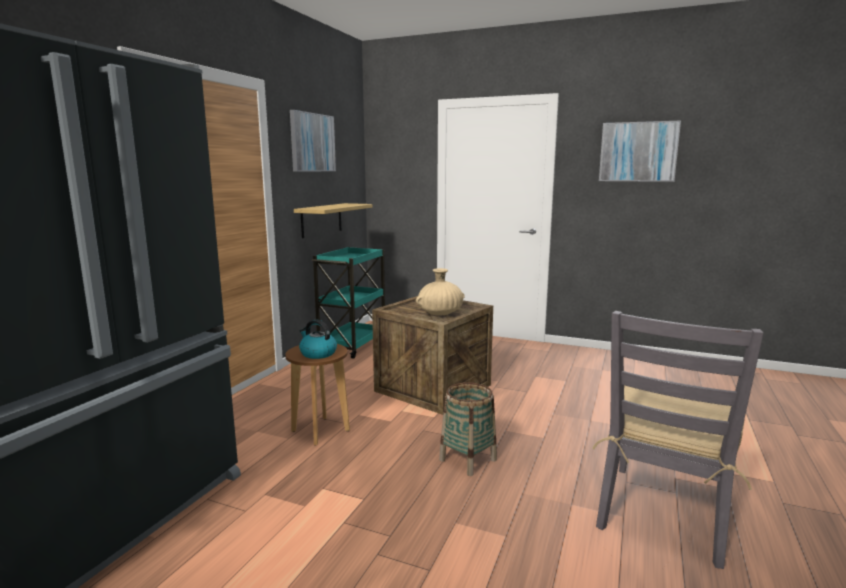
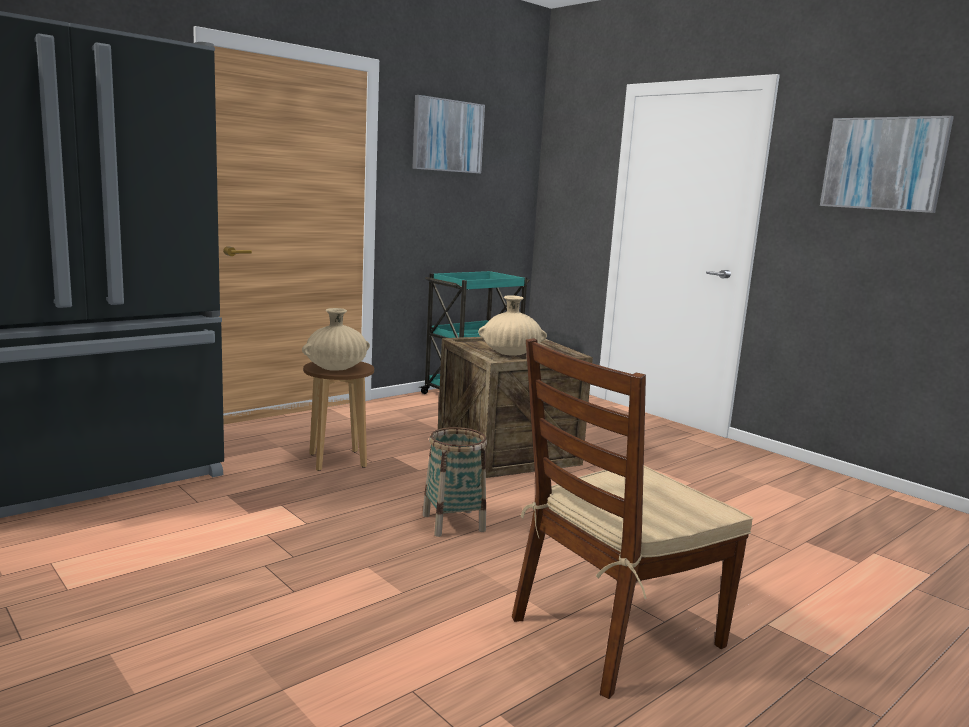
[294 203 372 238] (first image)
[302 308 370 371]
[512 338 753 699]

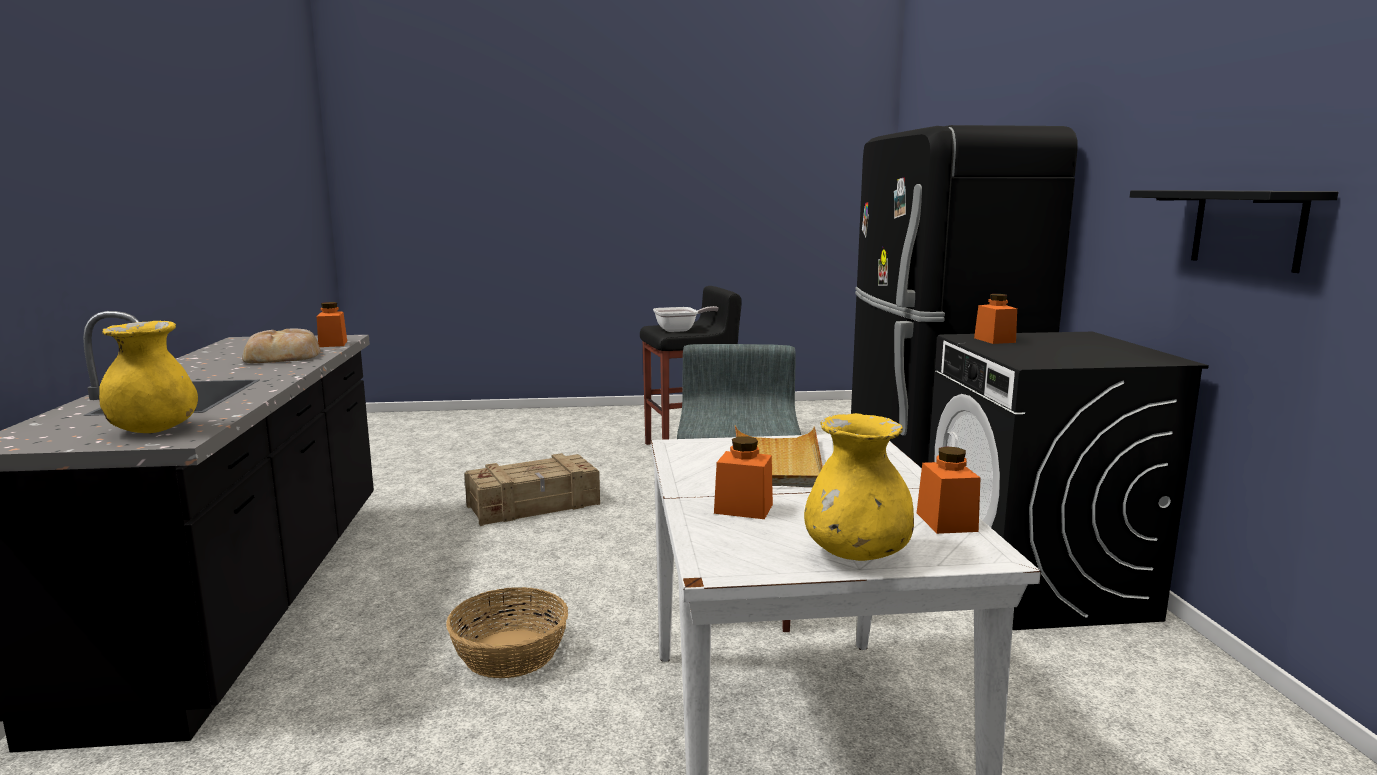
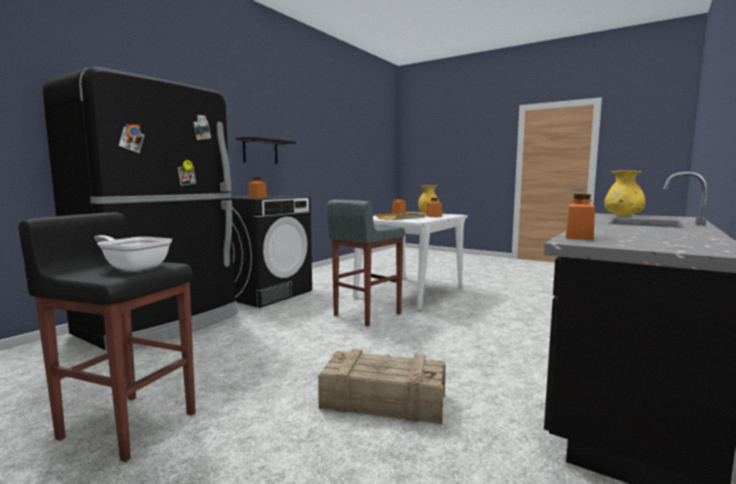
[242 329 320 363] (first image)
[446 587 568 678] (first image)

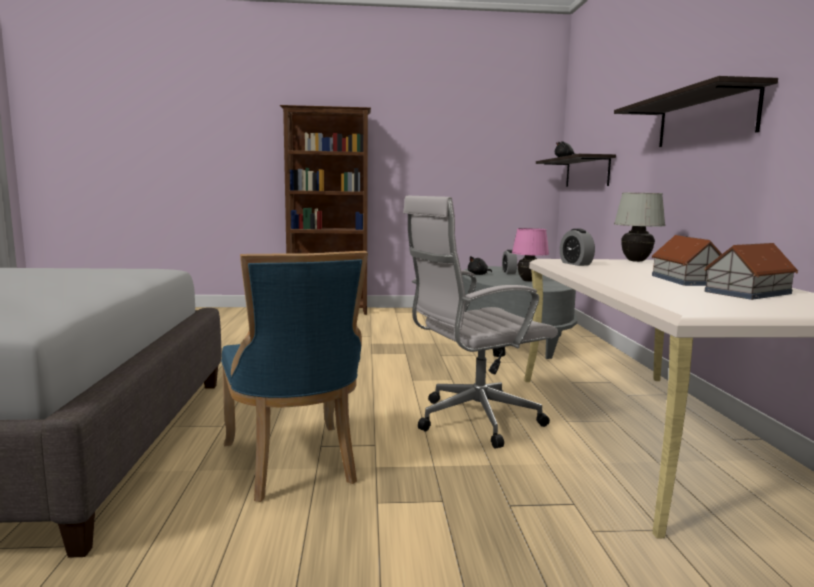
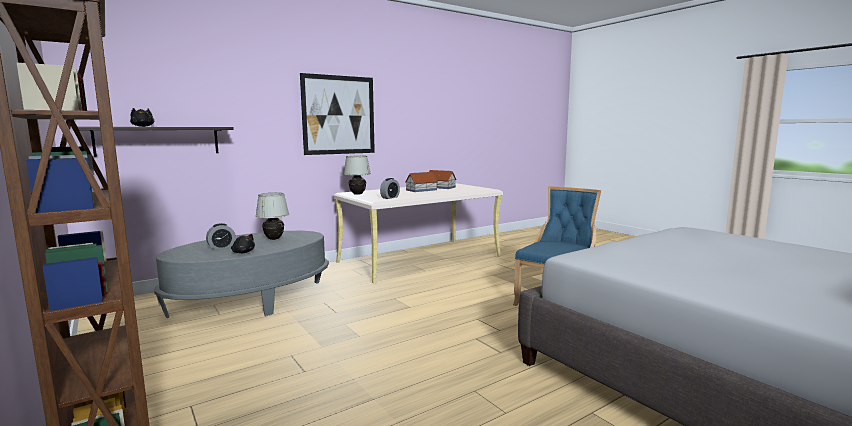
[403 195 558 449] (first image)
[300 73 375 155]
[256 193 289 240]

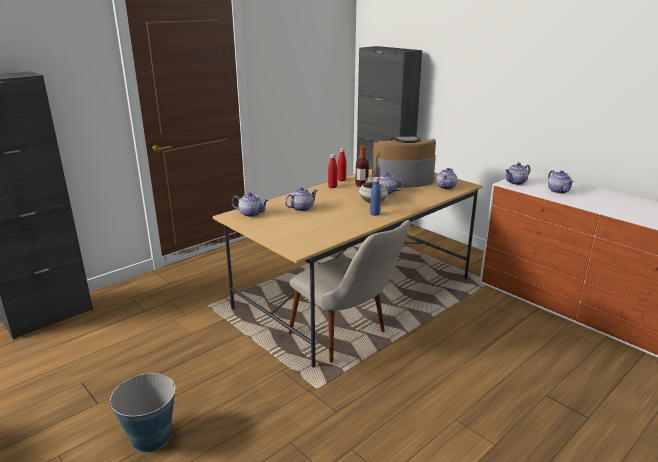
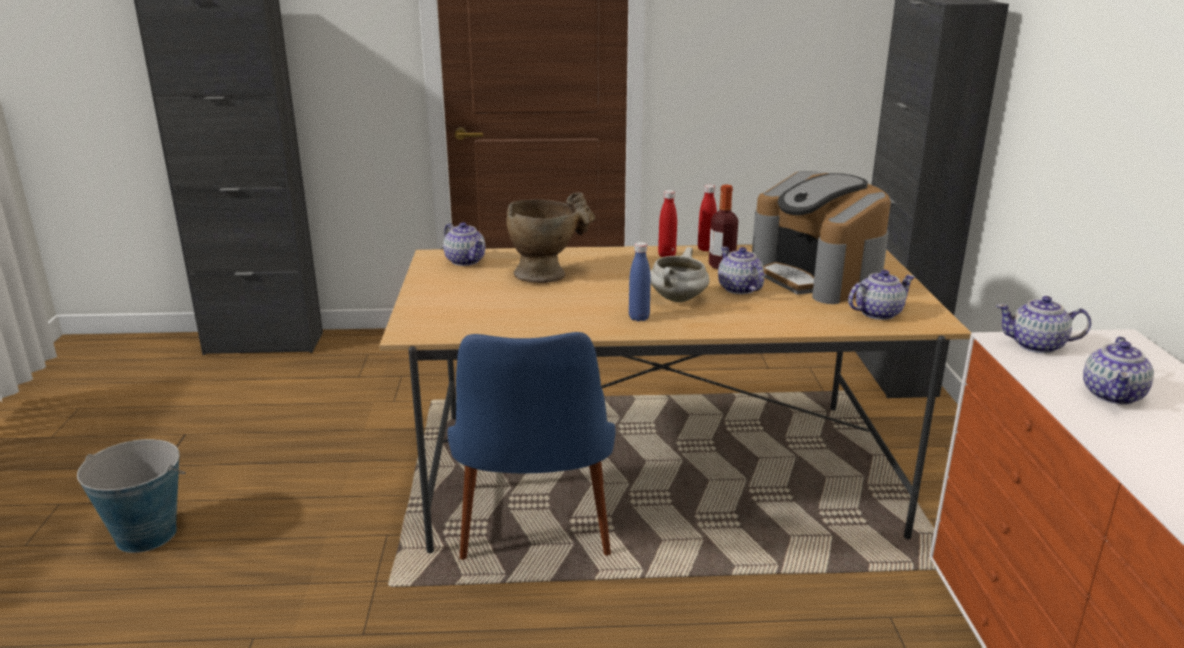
[507 192 596 283]
[447 332 616 560]
[752 171 891 304]

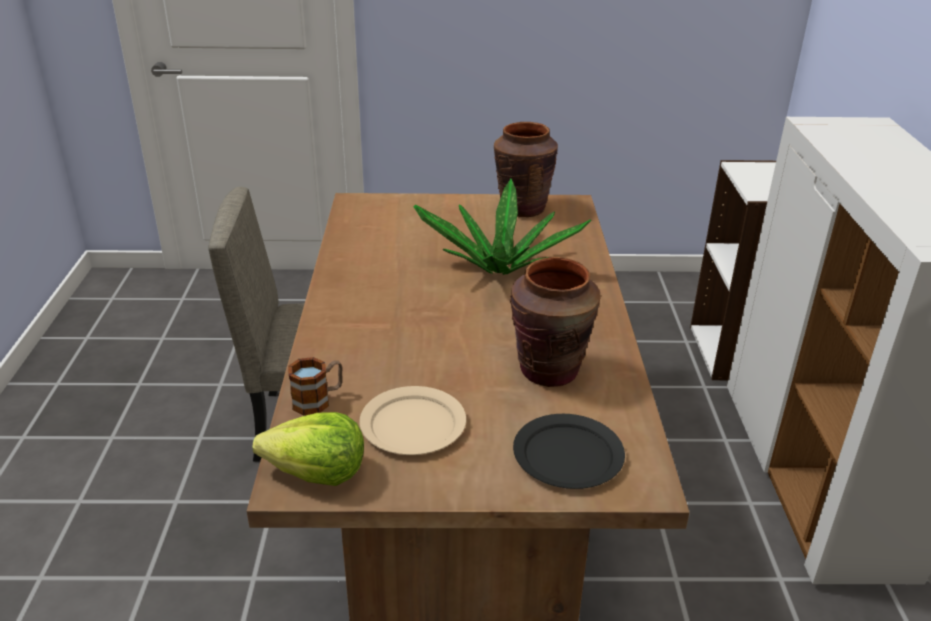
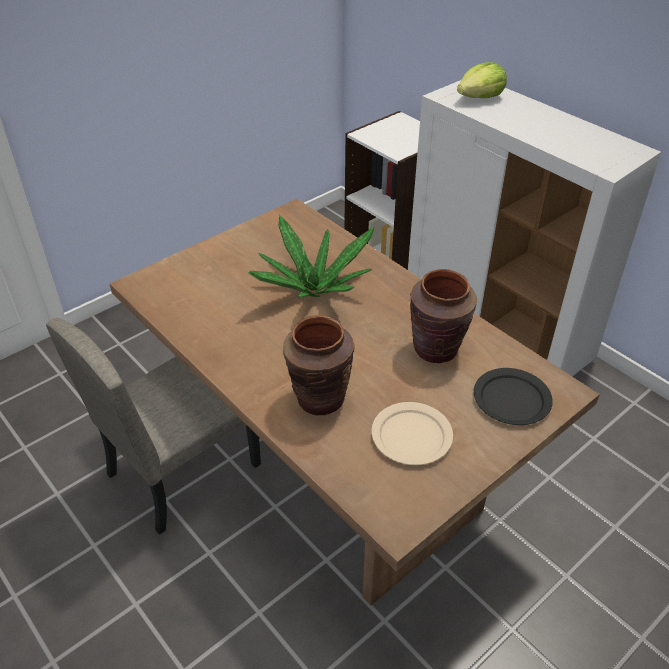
[288 357 343 415] (first image)
[457 62 507 98]
[283 315 354 415]

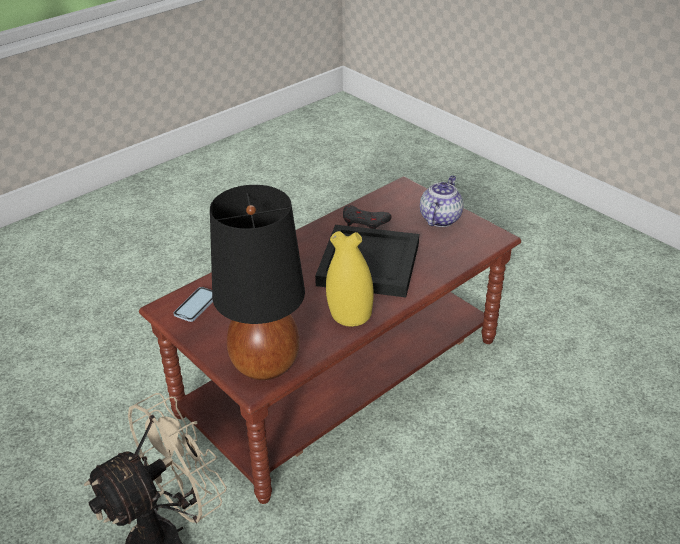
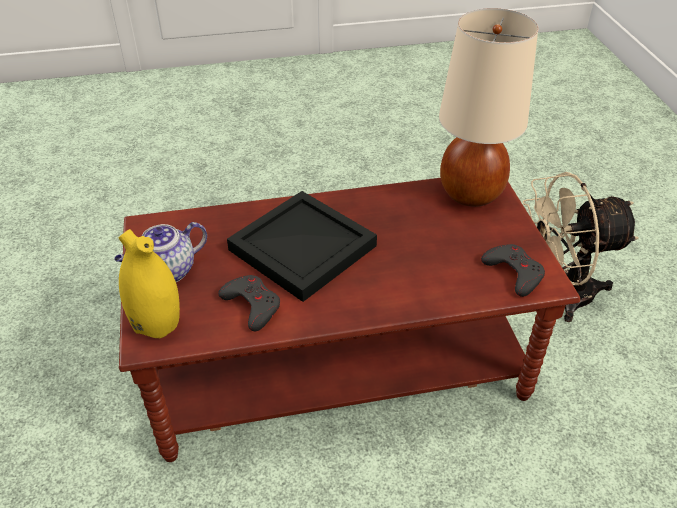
[118 229 180 338]
[481 244 545 297]
[439 8 538 207]

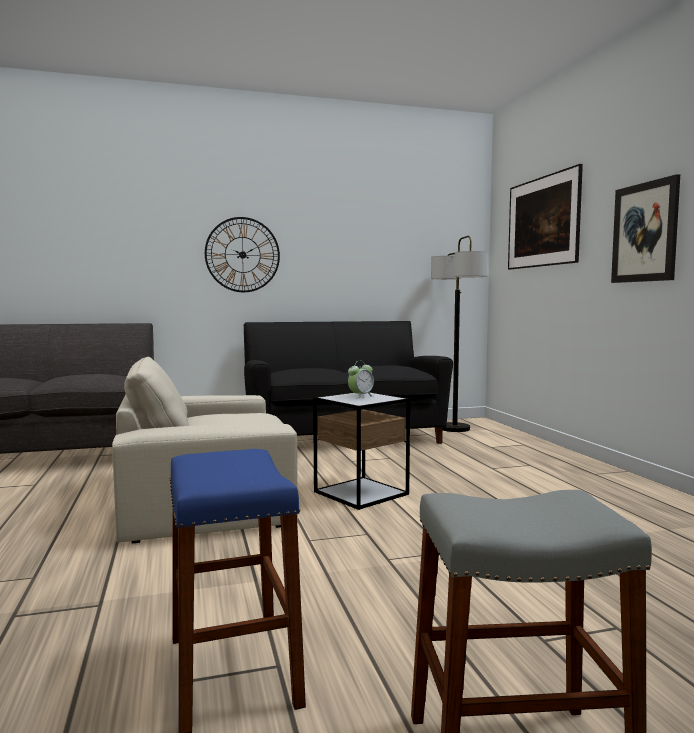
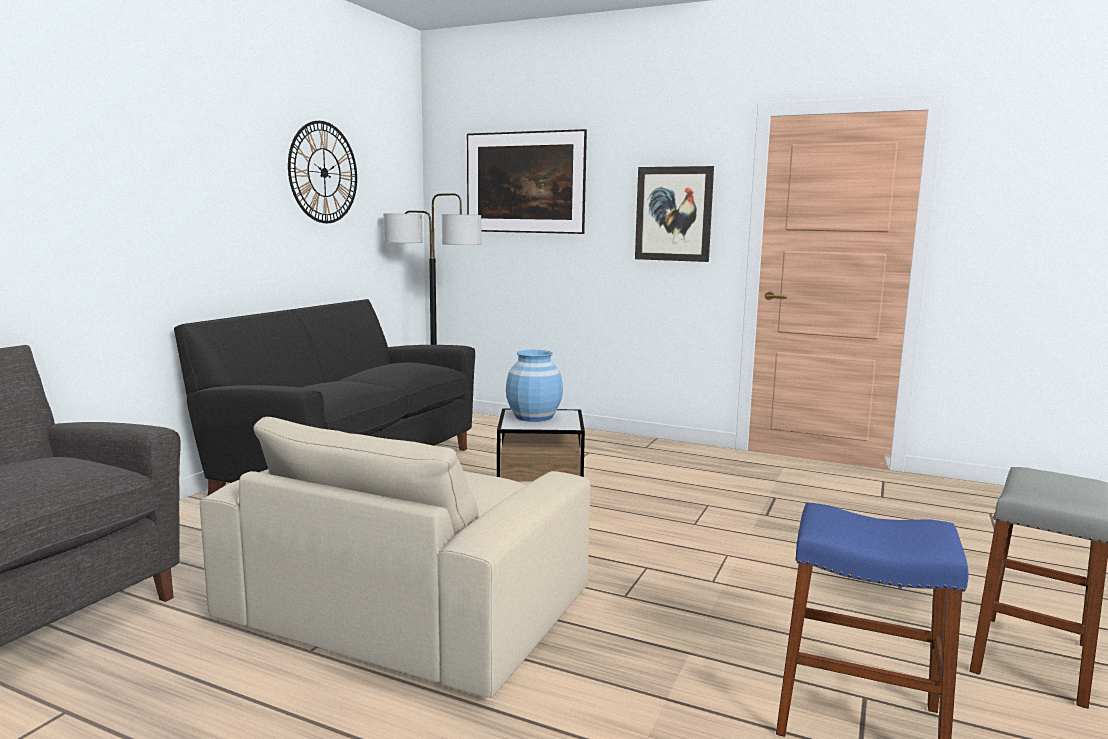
[288 121 357 223]
[506 350 563 422]

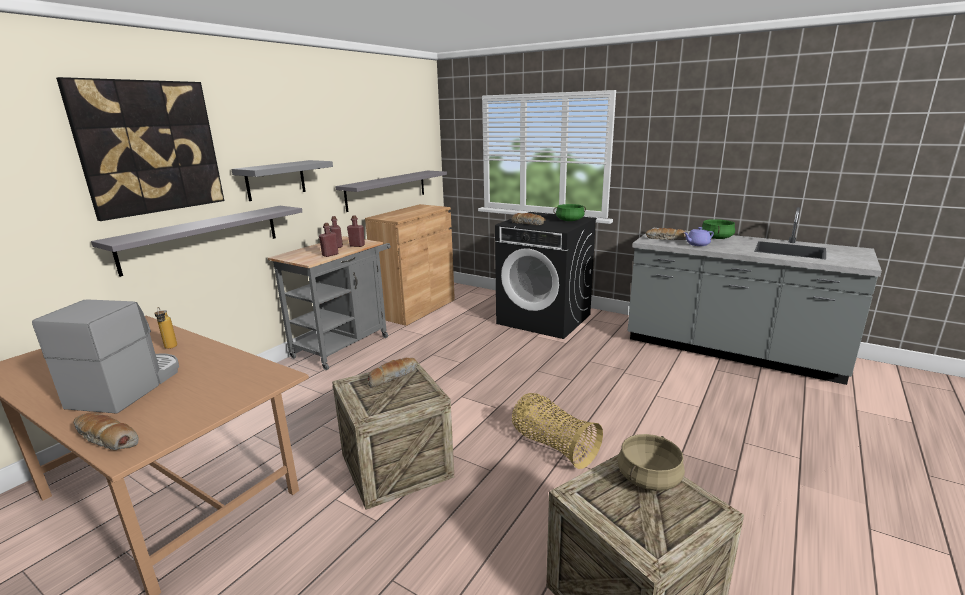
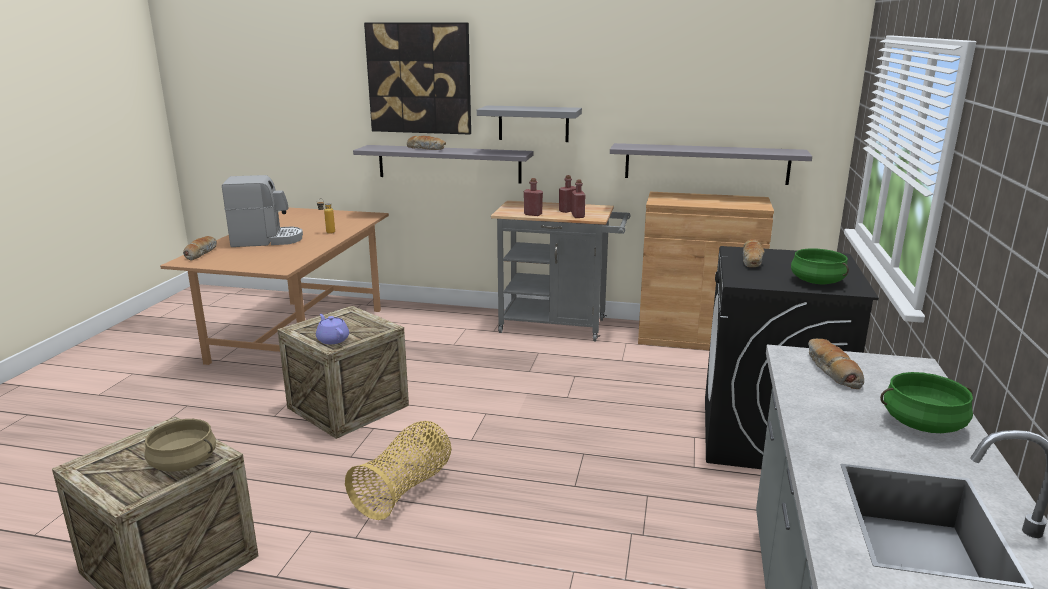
[407 136 446 150]
[316 314 349 344]

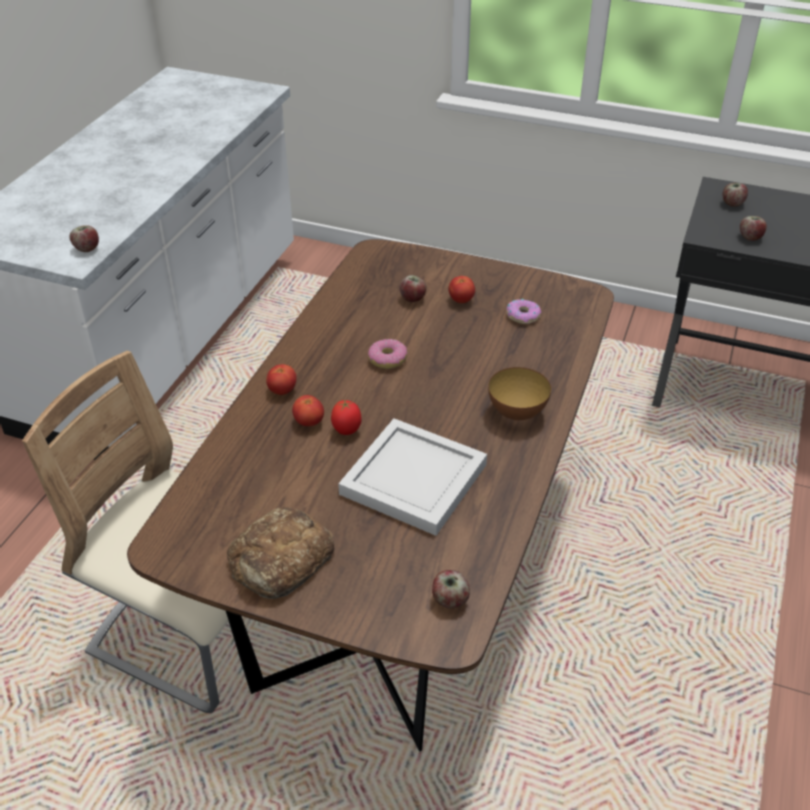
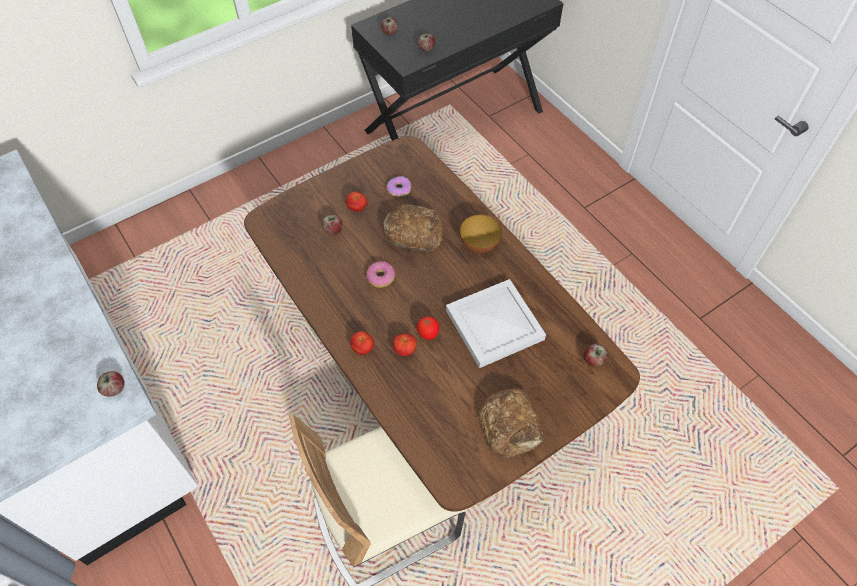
[383 204 443 252]

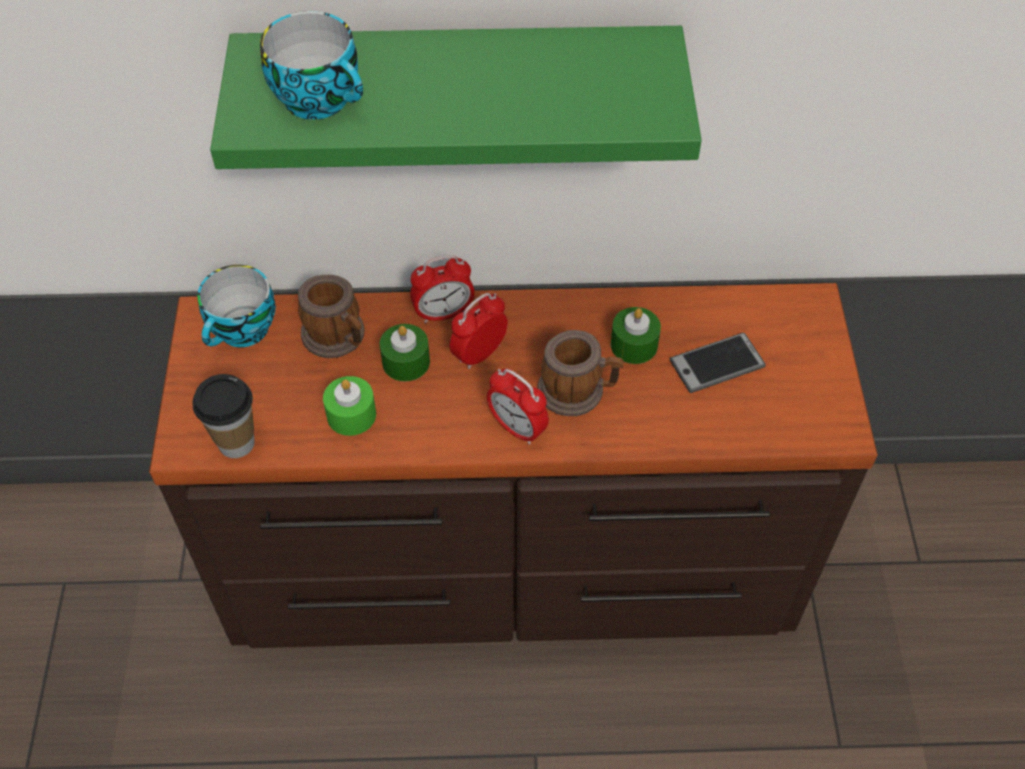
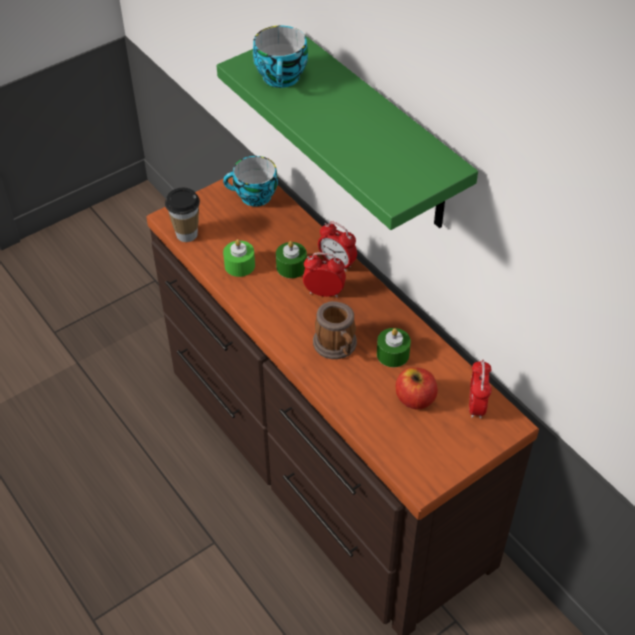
[298 275 364 358] (first image)
[469 359 492 419]
[395 367 438 409]

